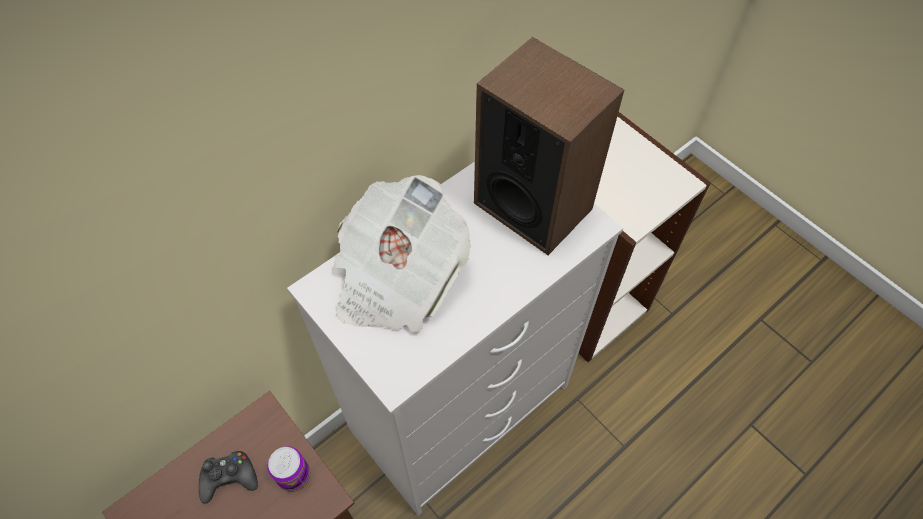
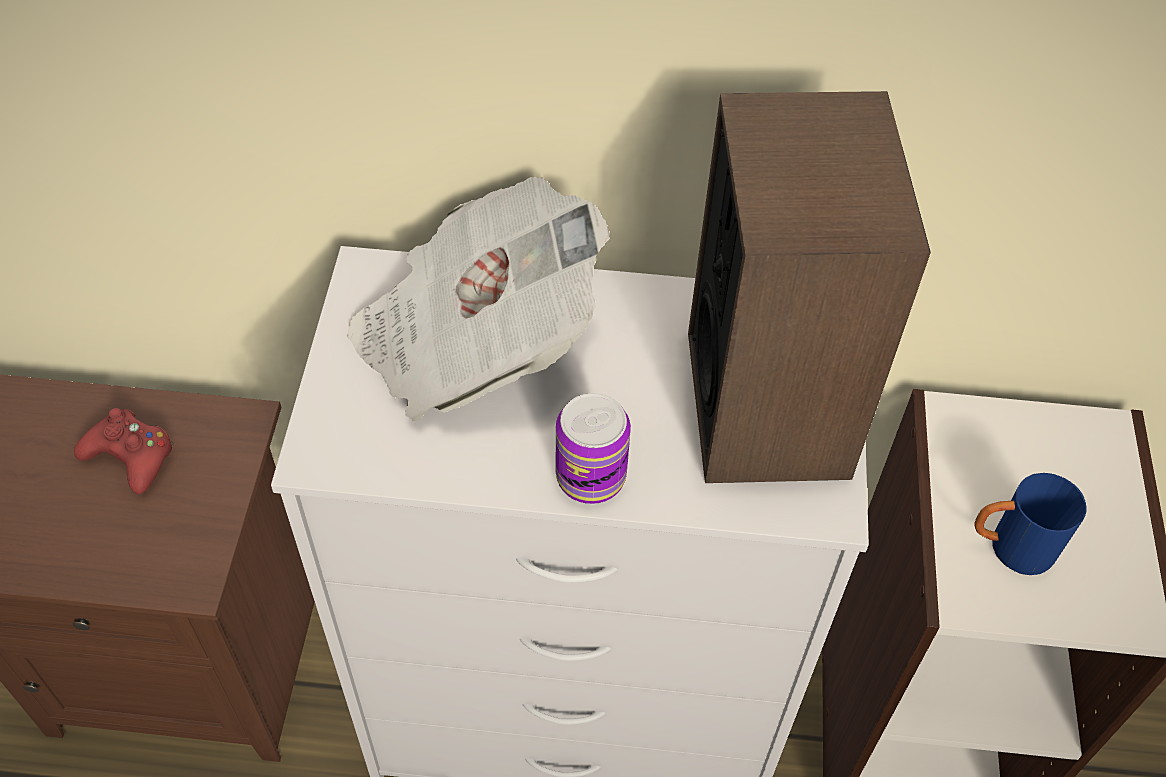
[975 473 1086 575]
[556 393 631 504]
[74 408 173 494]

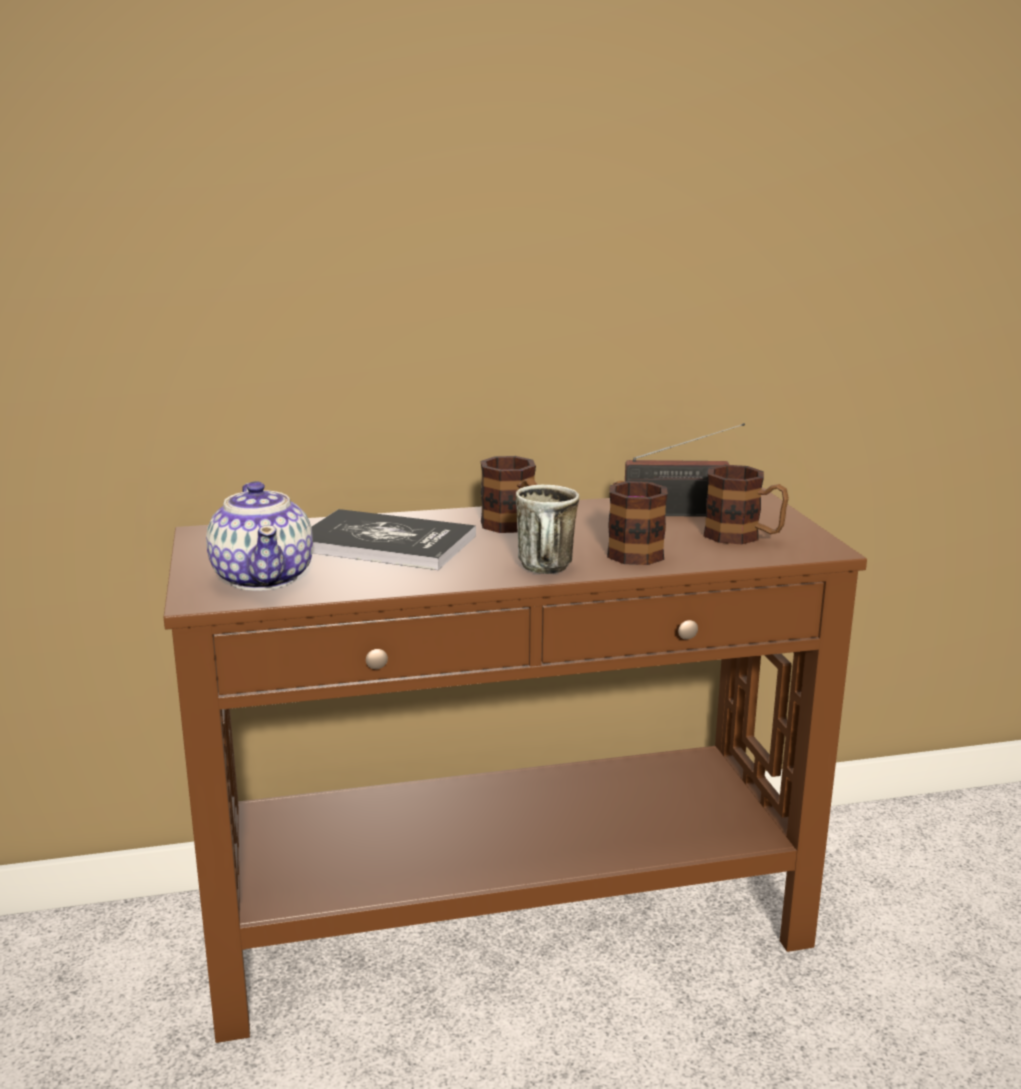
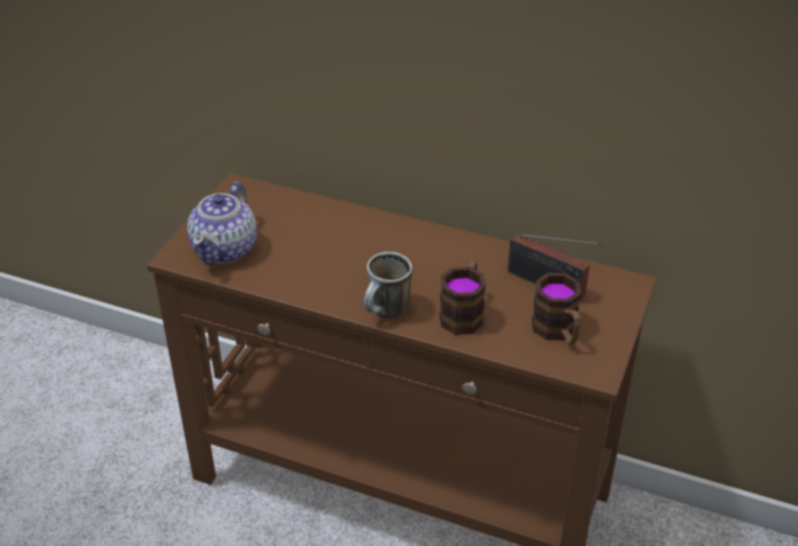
[312 509 476 570] (first image)
[481 456 537 533] (first image)

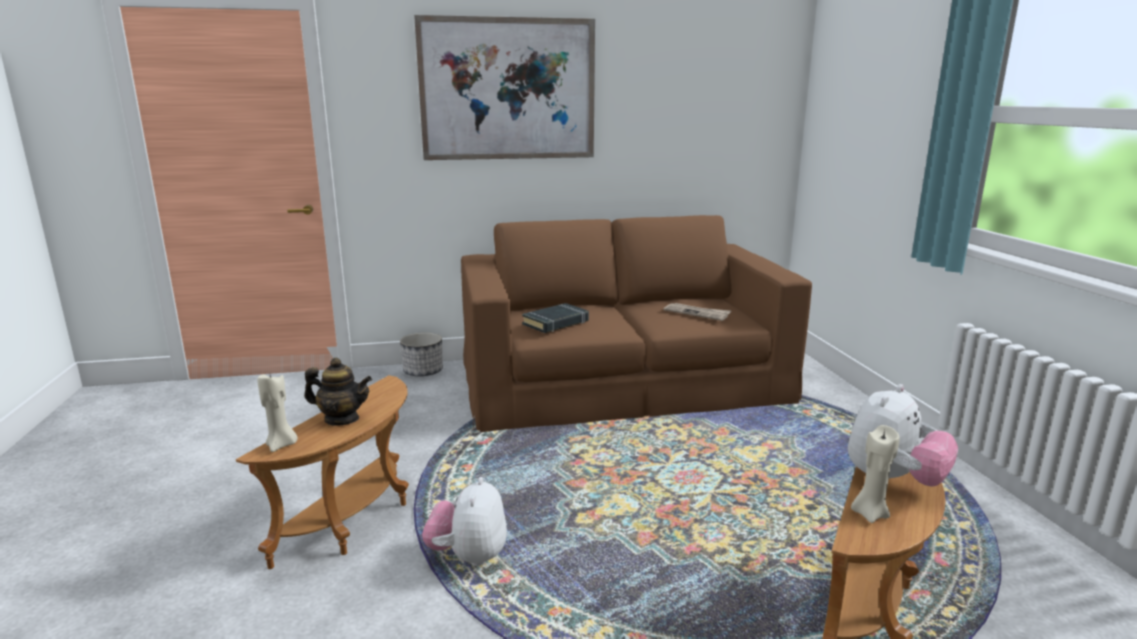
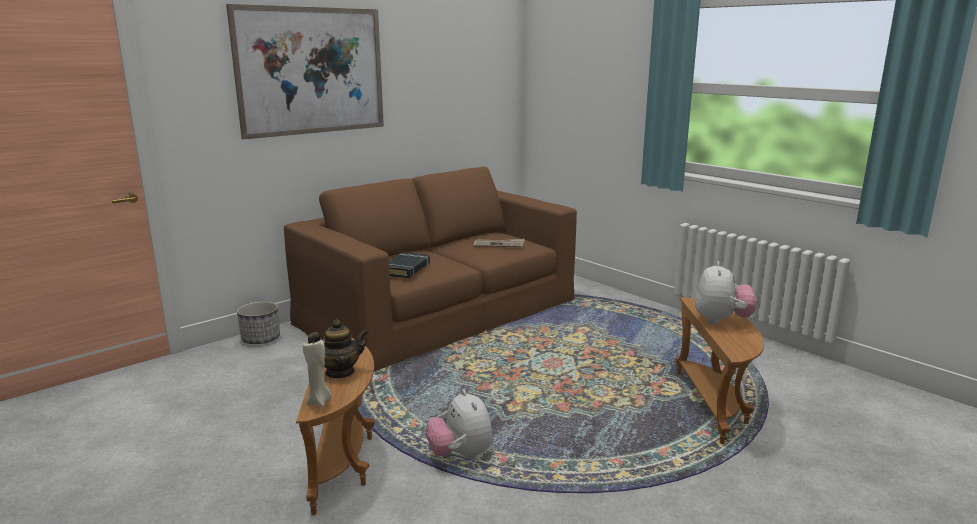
[851 425 900 523] (first image)

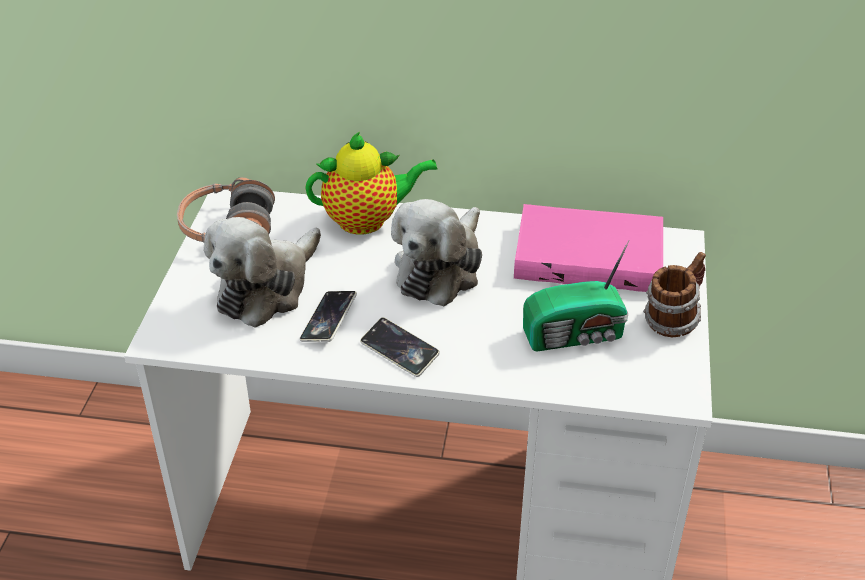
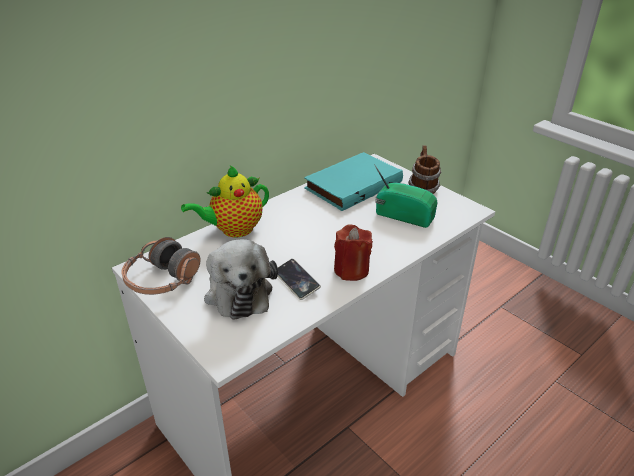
[391 199 482 307] (first image)
[334 224 373 281]
[304 152 403 211]
[181 166 269 238]
[374 164 438 228]

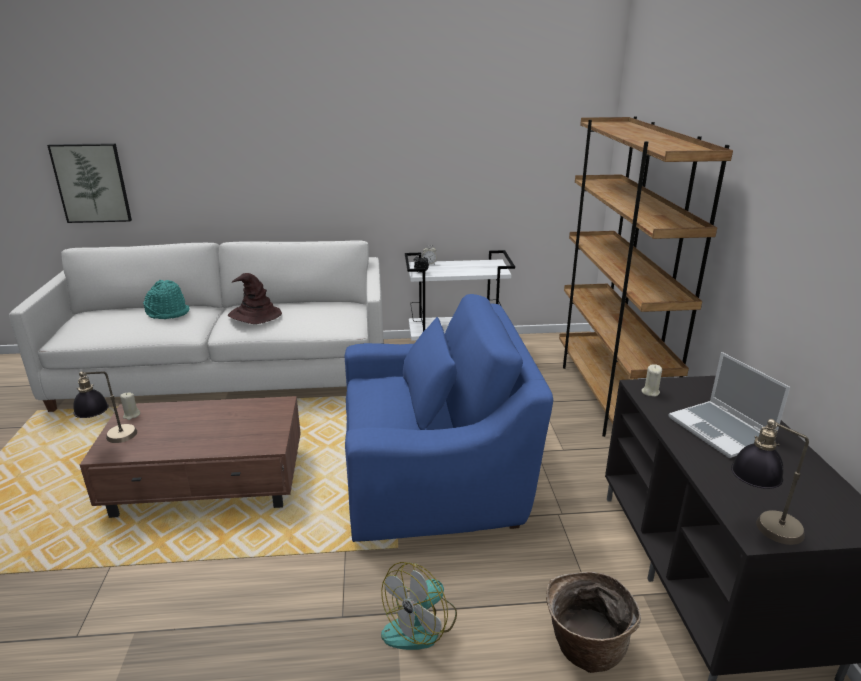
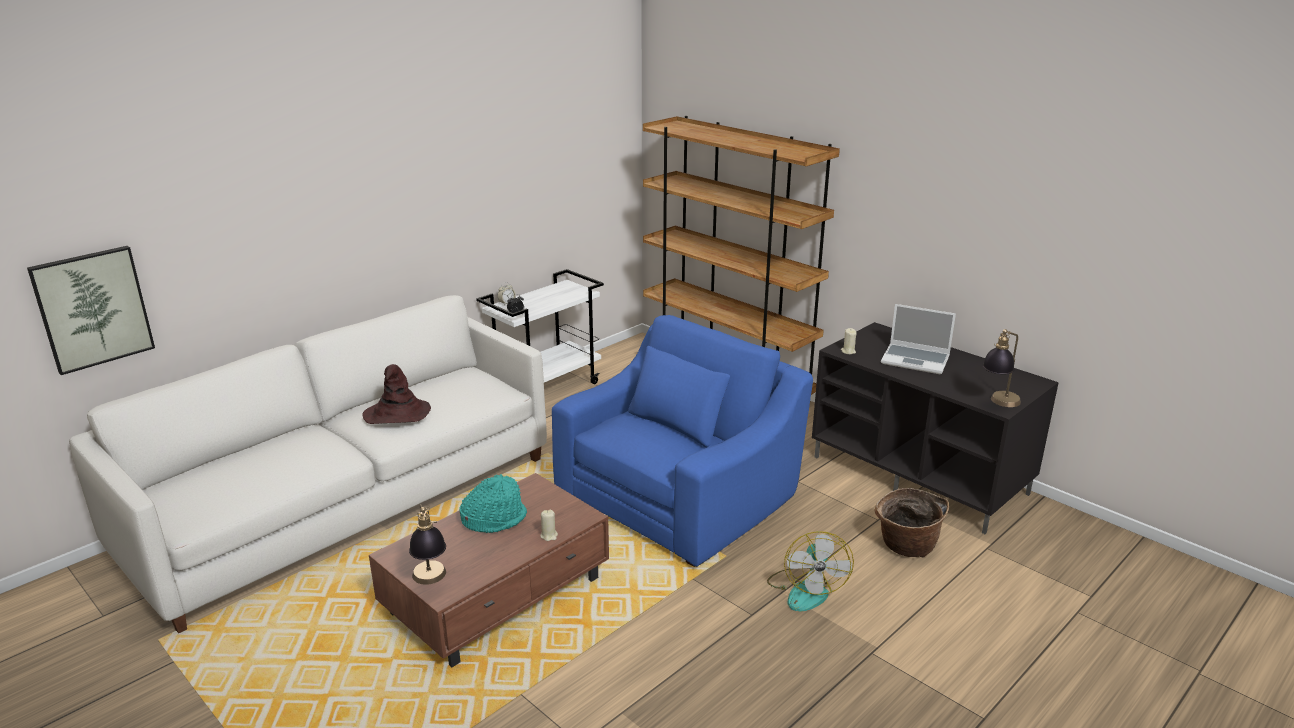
[540 510 558 541]
[459 474 527 533]

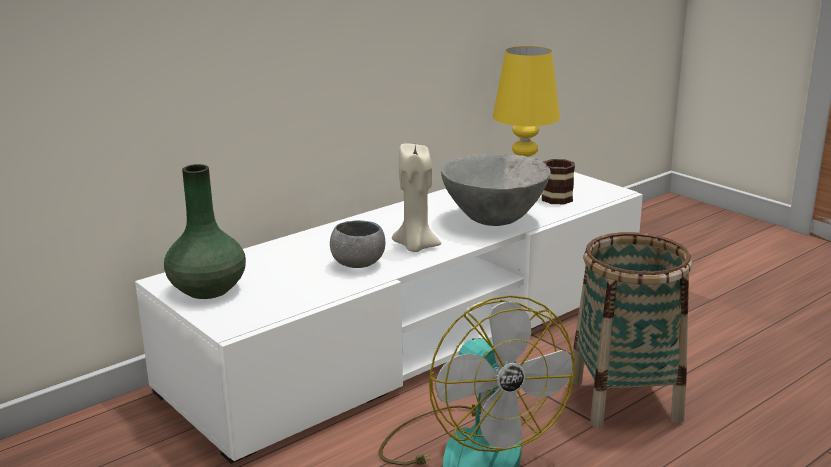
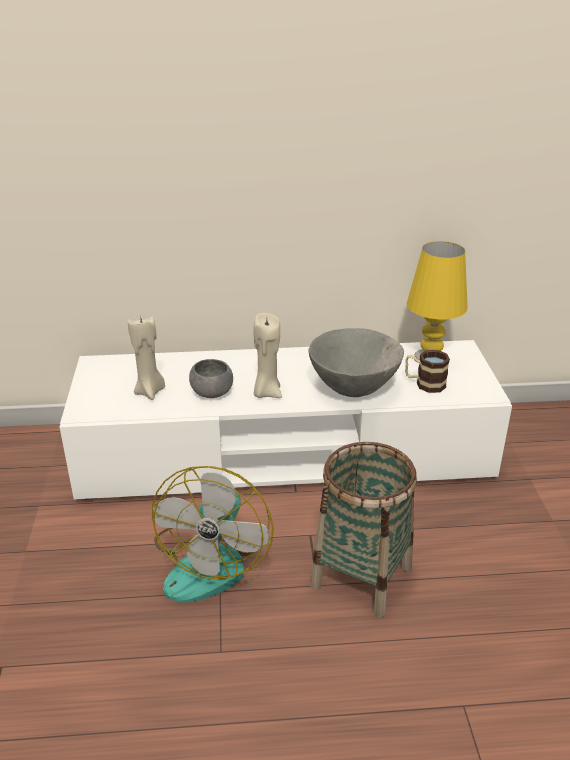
[164 164 246 299] (first image)
[128 315 165 400]

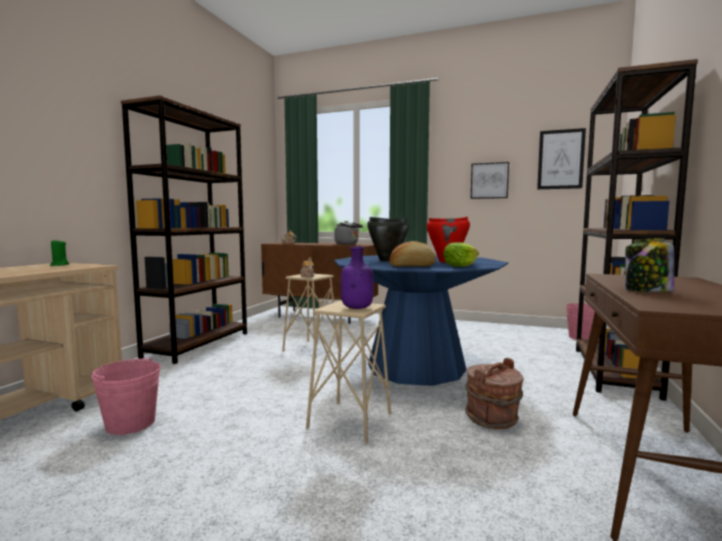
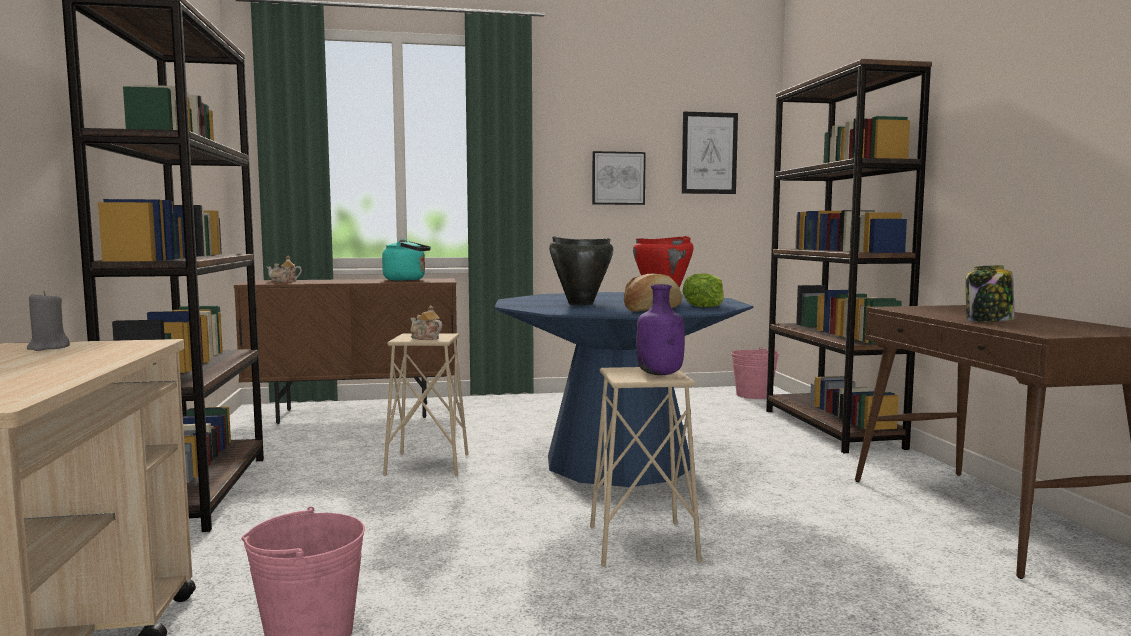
[465 358 524 429] (first image)
[27 291 70 351]
[382 239 431 281]

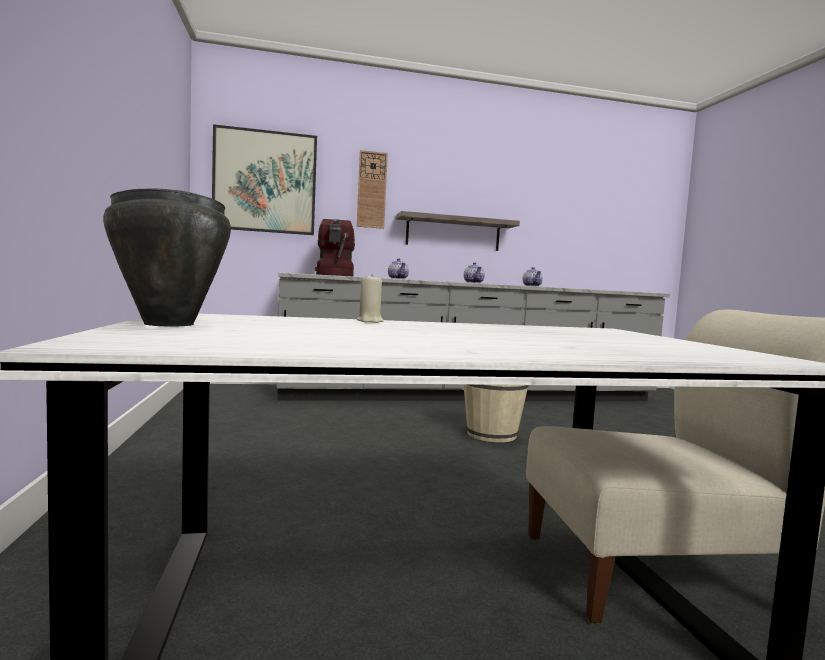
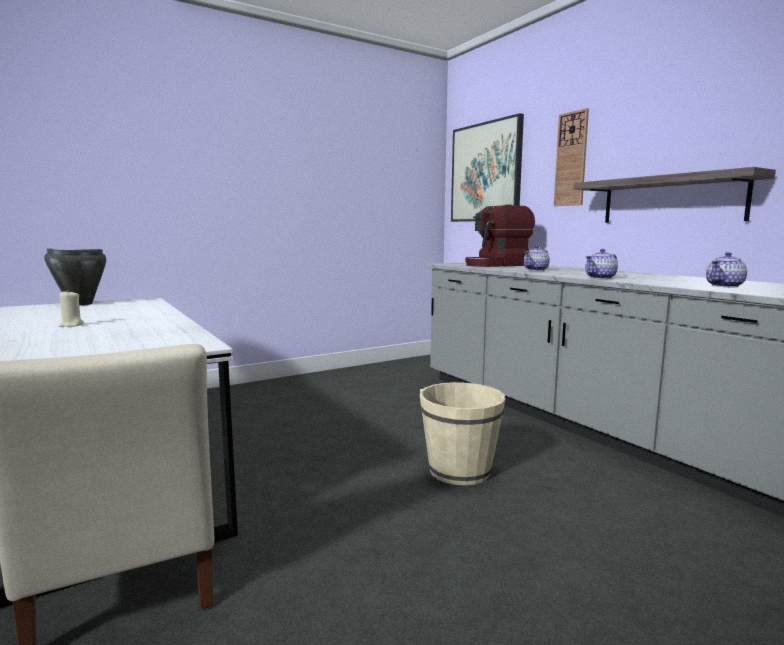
[59 290 84 327]

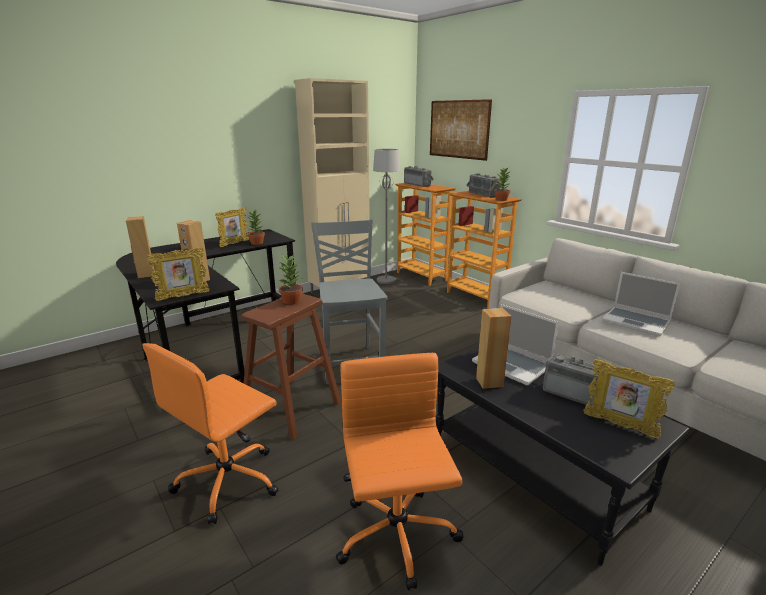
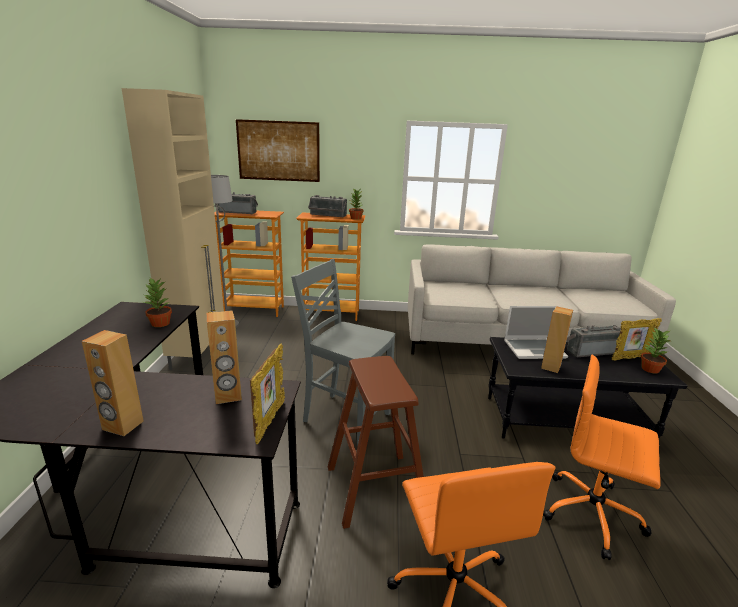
[215 207 249 247] (first image)
[602 272 680 336] (first image)
[641 328 670 373]

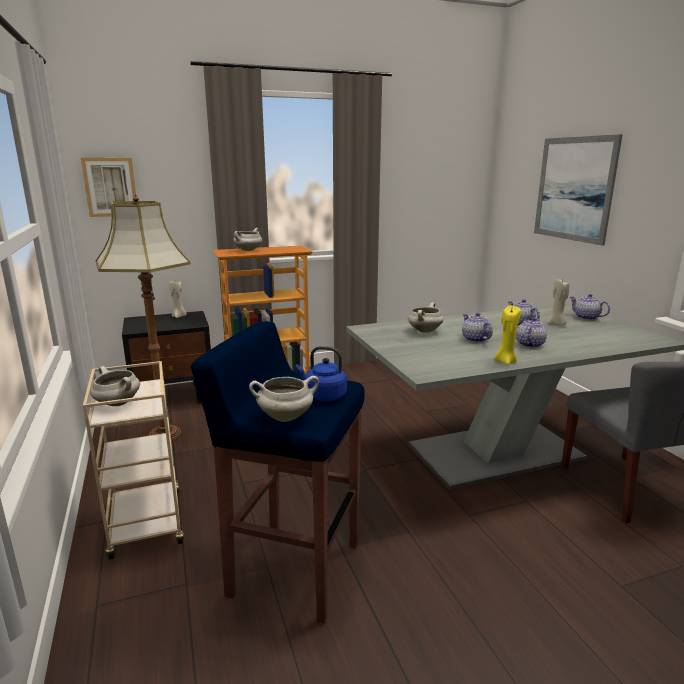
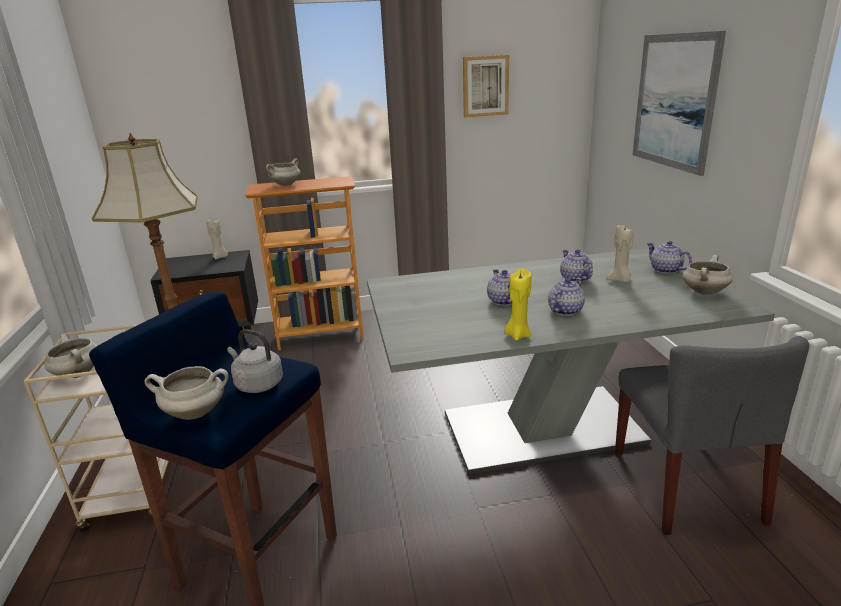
[463 55 509 117]
[683 255 733 295]
[227 329 283 393]

